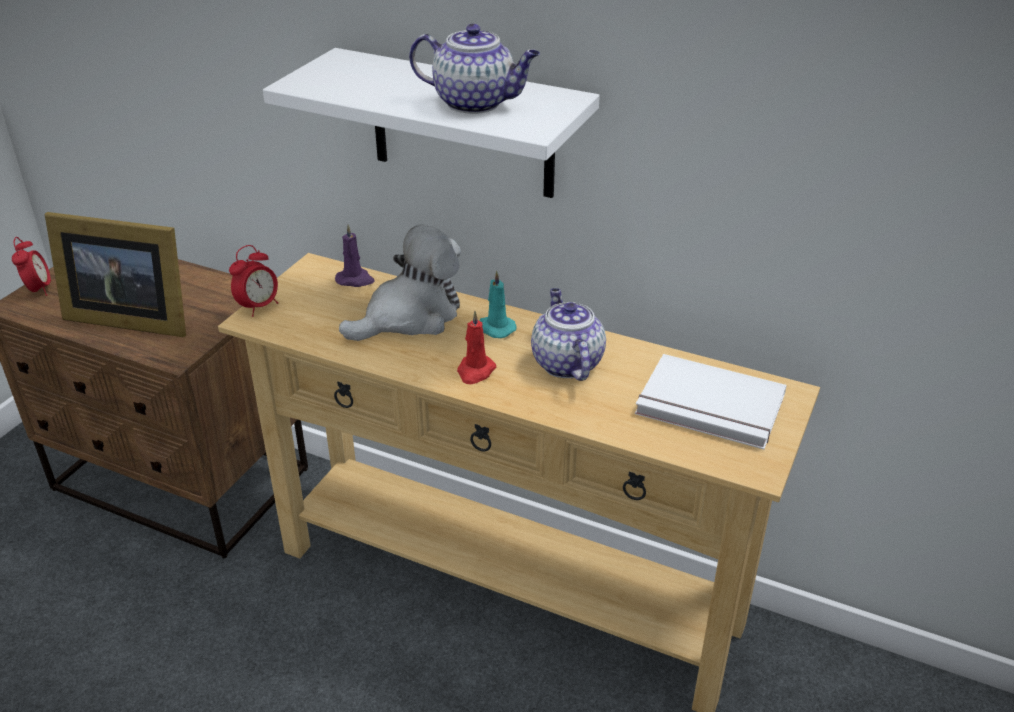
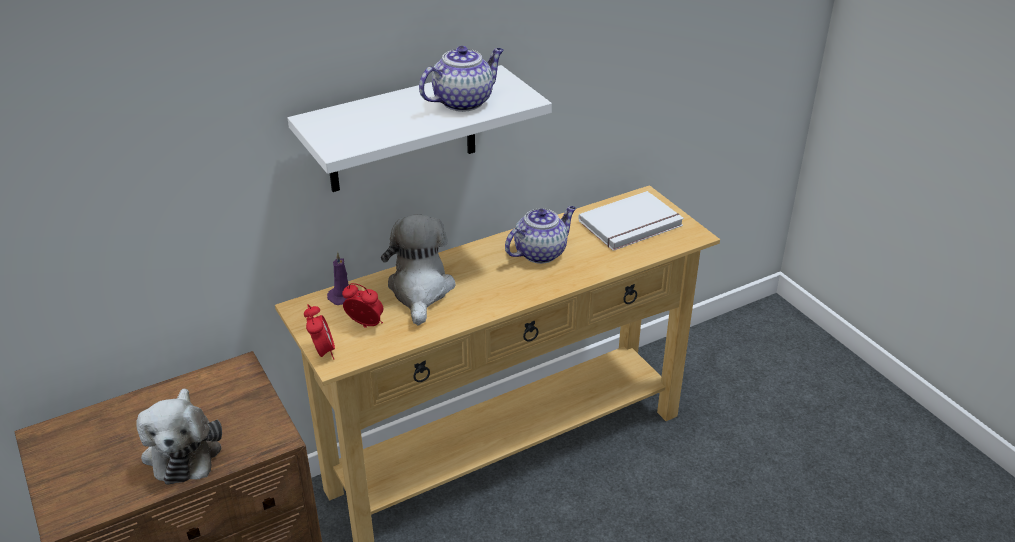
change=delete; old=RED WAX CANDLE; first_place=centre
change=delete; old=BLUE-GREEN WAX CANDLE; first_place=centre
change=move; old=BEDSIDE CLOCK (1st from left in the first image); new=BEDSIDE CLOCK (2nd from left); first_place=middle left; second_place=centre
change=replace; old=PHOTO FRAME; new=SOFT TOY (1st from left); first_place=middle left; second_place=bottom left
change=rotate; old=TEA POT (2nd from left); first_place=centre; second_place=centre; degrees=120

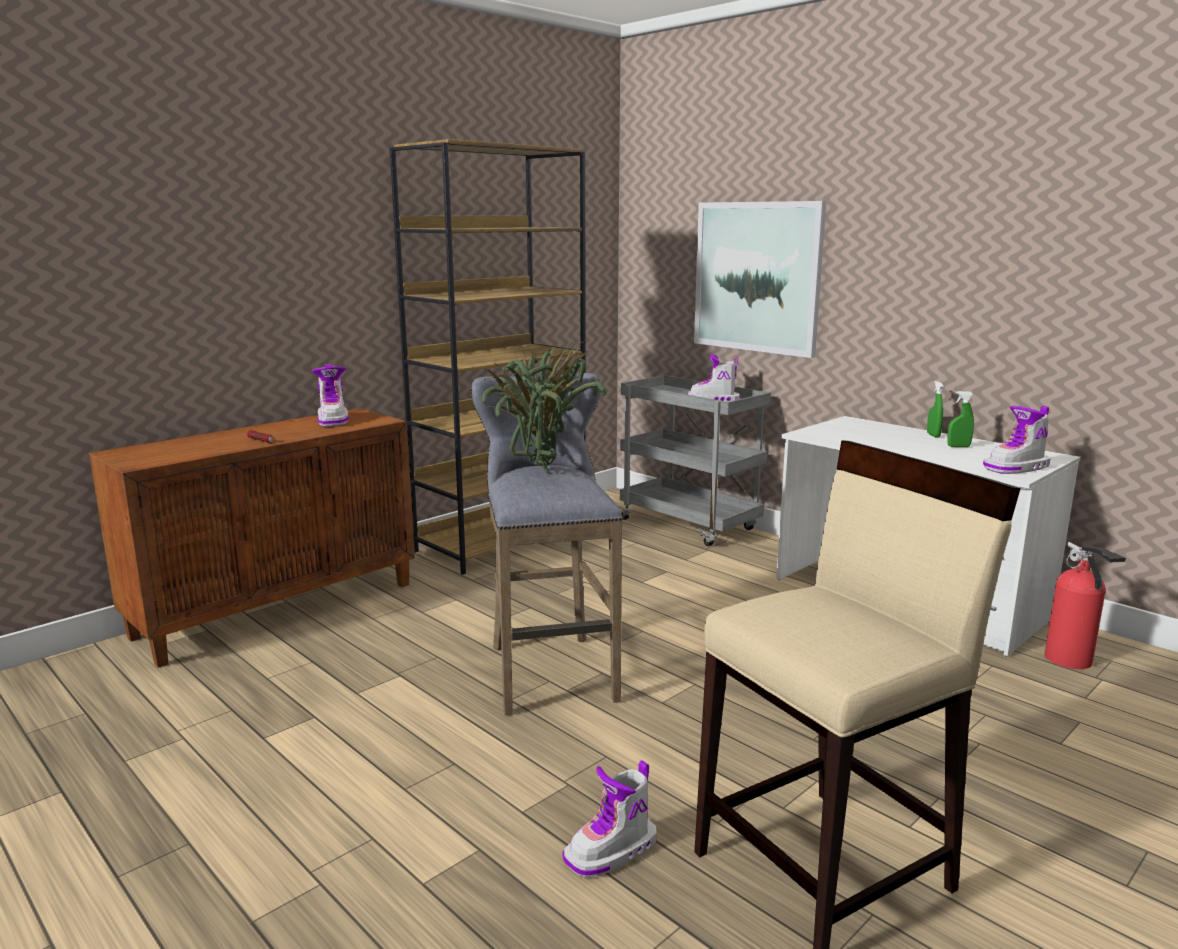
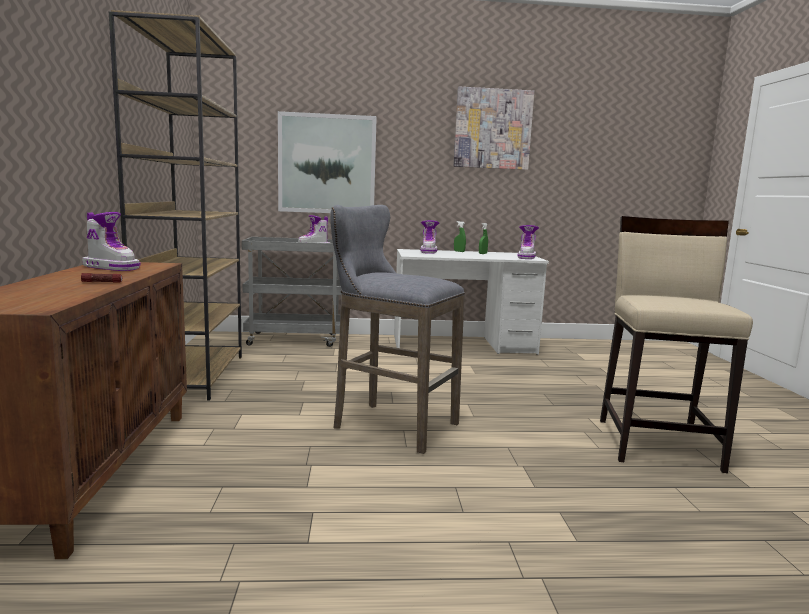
change=delete; old=PLANT IN A POT; first_place=centre
change=delete; old=FIRE EXTINGUISHER; first_place=middle right
change=insert; new=WALL PICTURE (2nd from left); second_place=top centre
change=move; old=HIGH-TOP BOOT (2nd from left in the first image); new=HIGH-TOP BOOT (3rd from left); first_place=bottom centre; second_place=centre

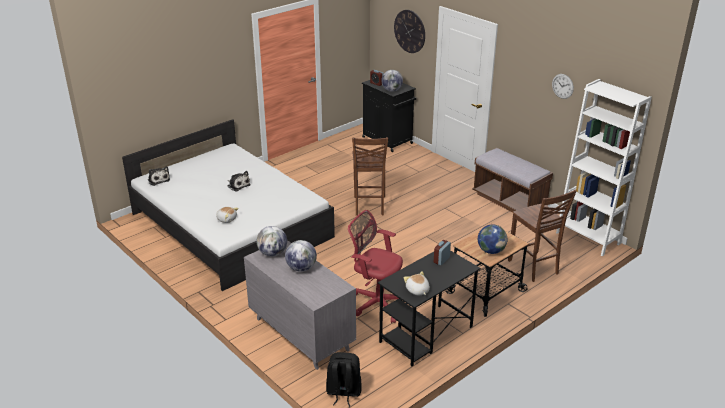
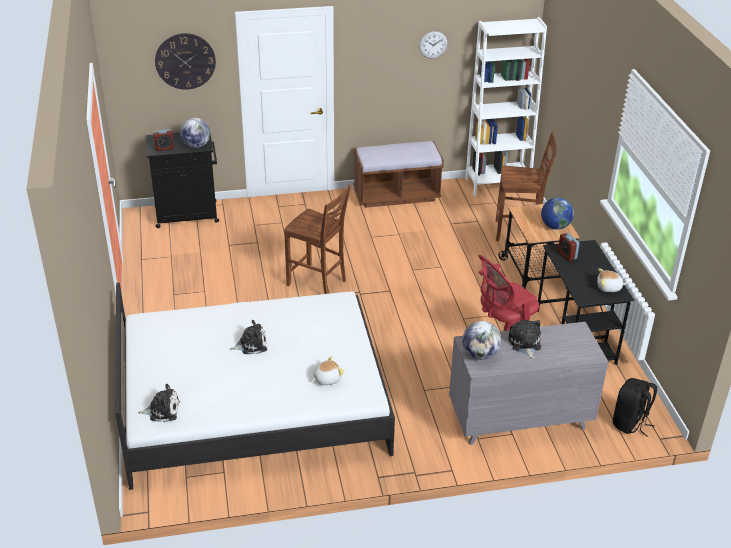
change=replace; old=WORLD GLOBE (2nd from left); new=SOFT TOY (4th from left); first_place=centre; second_place=middle right

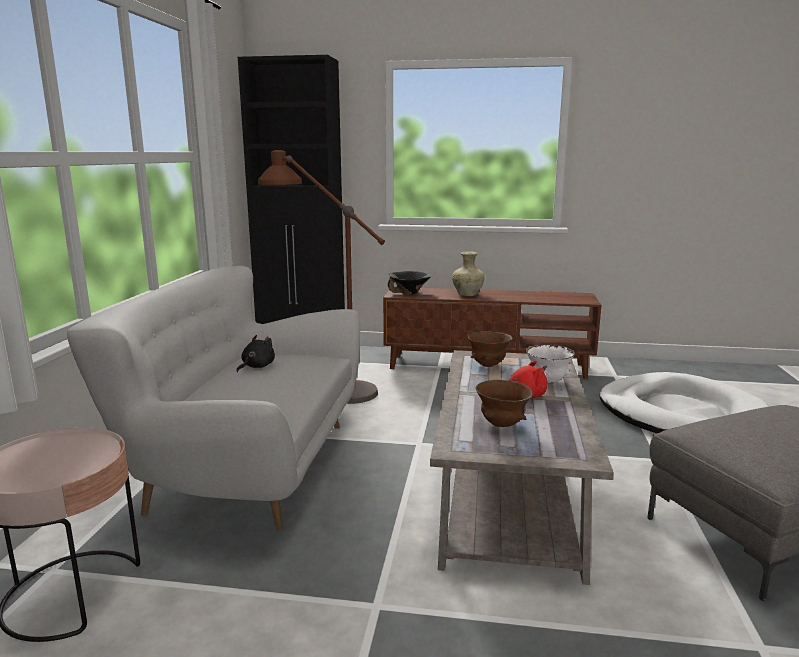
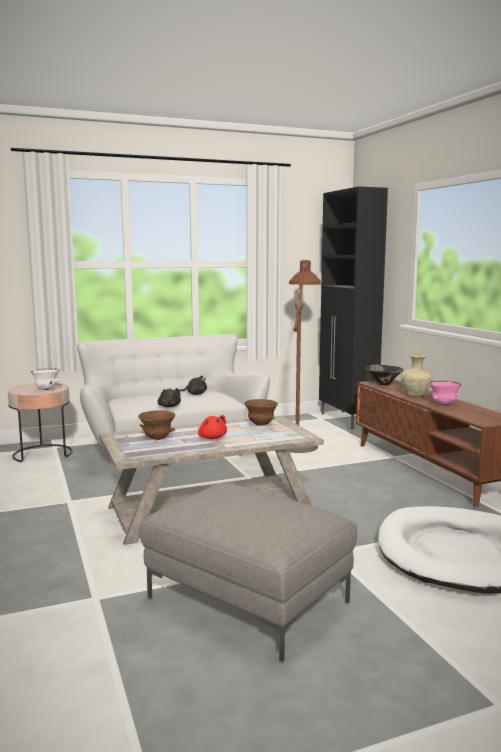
change=insert; new=BLACK SOFT TOY (1st from left); second_place=centre
change=insert; new=PINK SERVING BOWL; second_place=middle right
change=move; old=WHITE SERVING BOWL; first_place=middle right; second_place=middle left

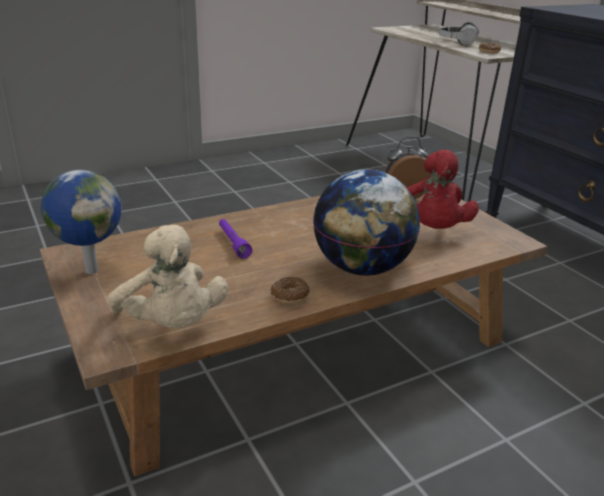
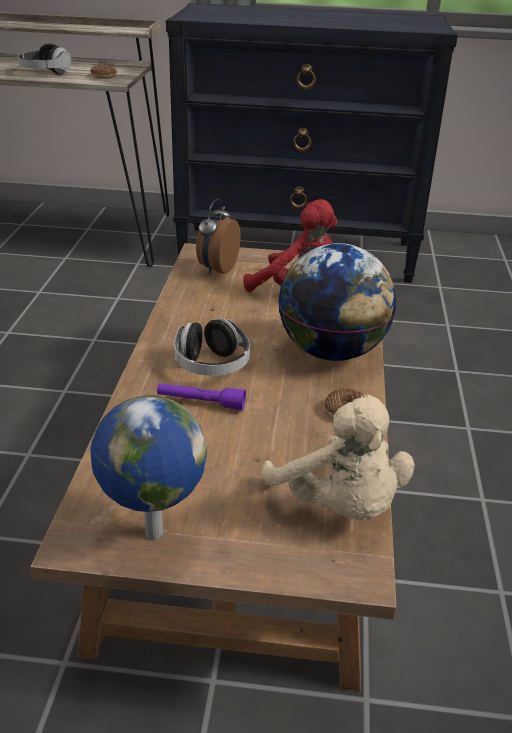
change=insert; new=HEADPHONES (2nd from left); second_place=centre
change=rotate; old=BEIGE-COLOURED SOFT TOY; first_place=middle left; second_place=centre; degrees=60

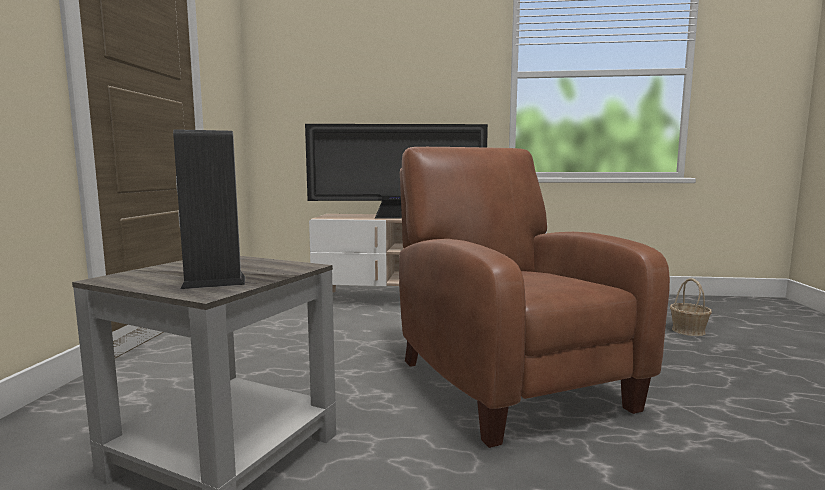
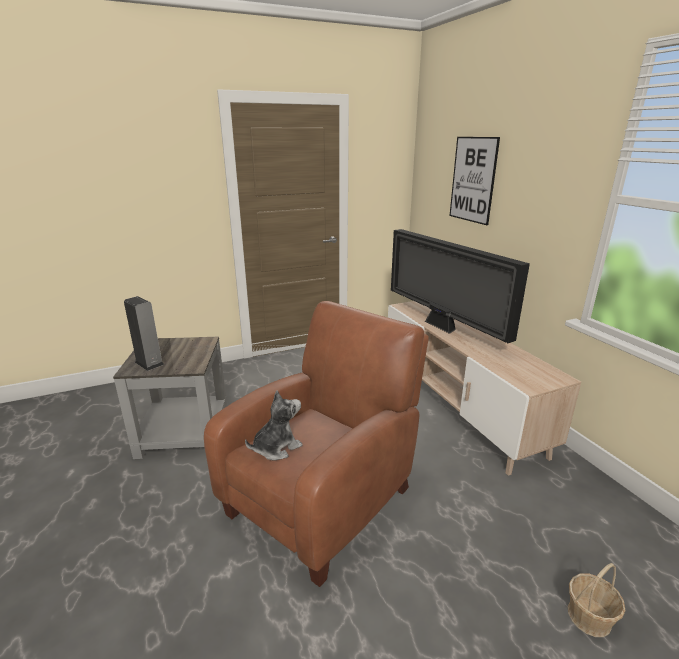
change=insert; new=SOFT TOY; second_place=centre
change=insert; new=WALL PICTURE; second_place=top right

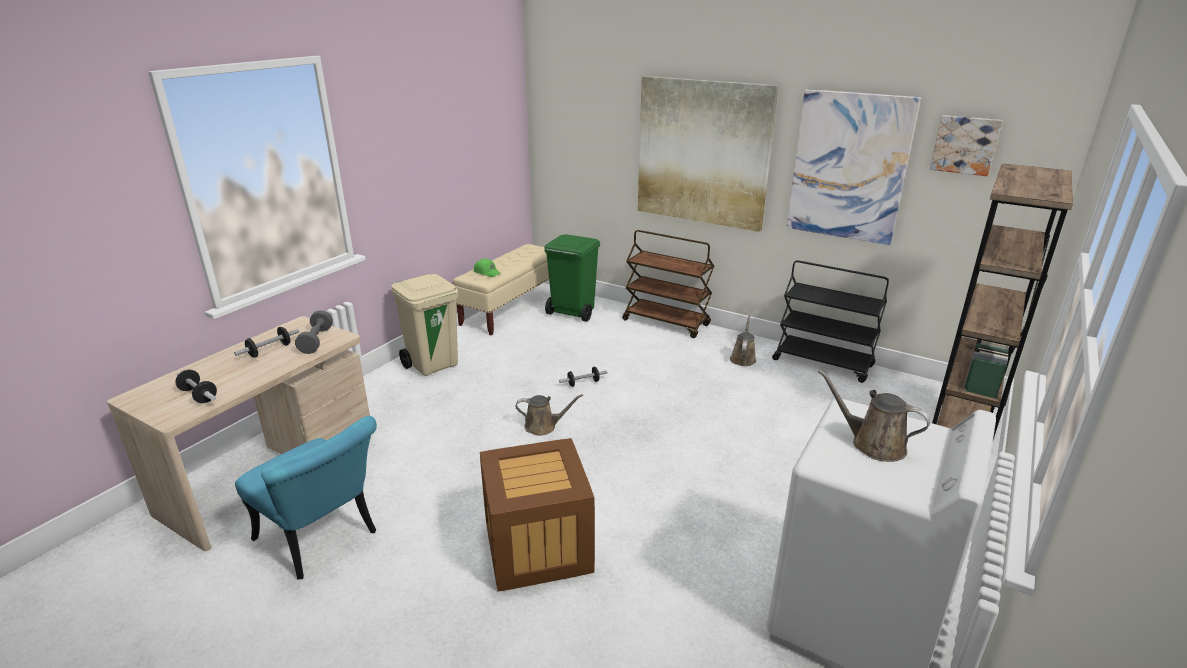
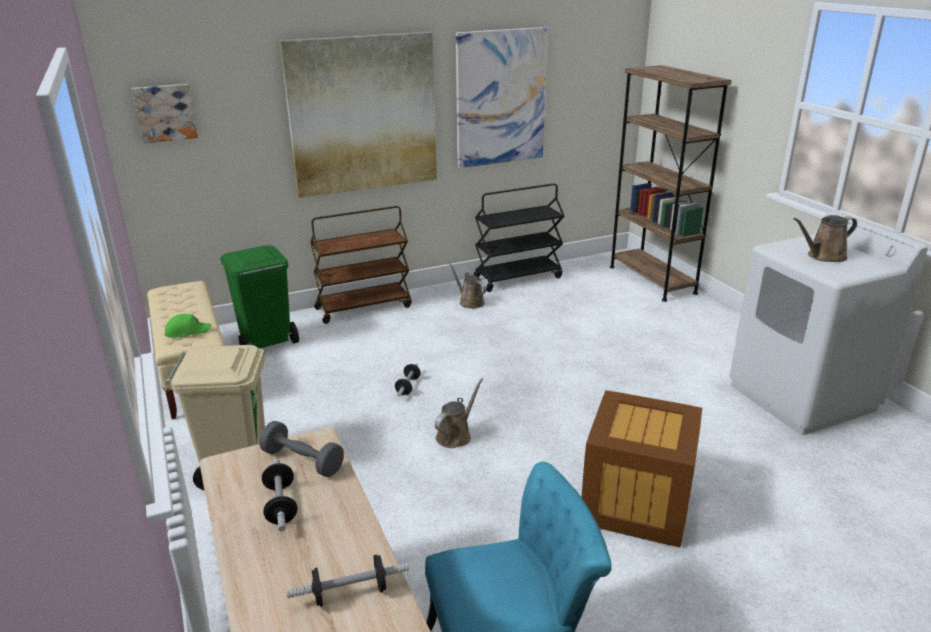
change=move; old=WALL PICTURE (3rd from left in the first image); new=WALL PICTURE (1st from left); first_place=top right; second_place=top left

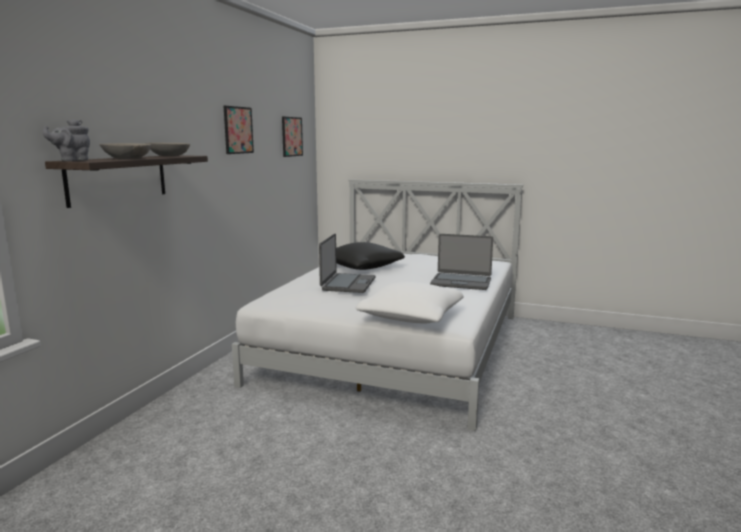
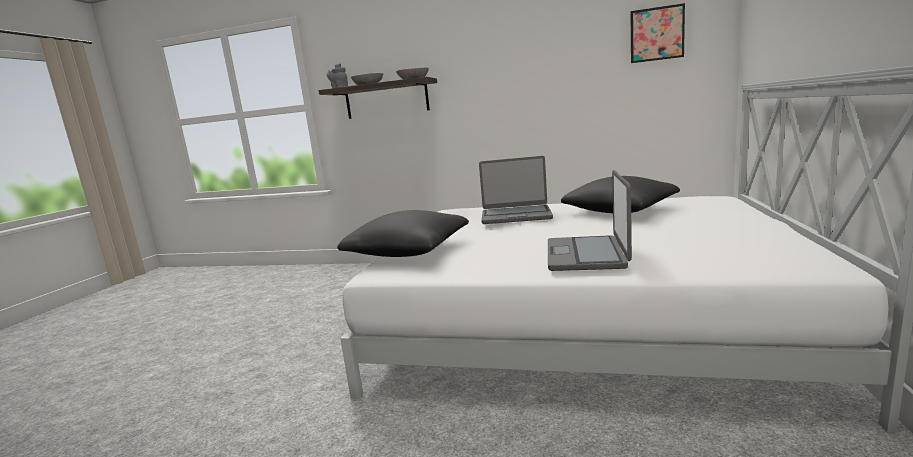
change=delete; old=WALL PICTURE (1st from left); first_place=top left
change=recolor; old=WHITE PILLOW; new=BLACK PILLOW (1st from left); first_place=centre; second_place=centre

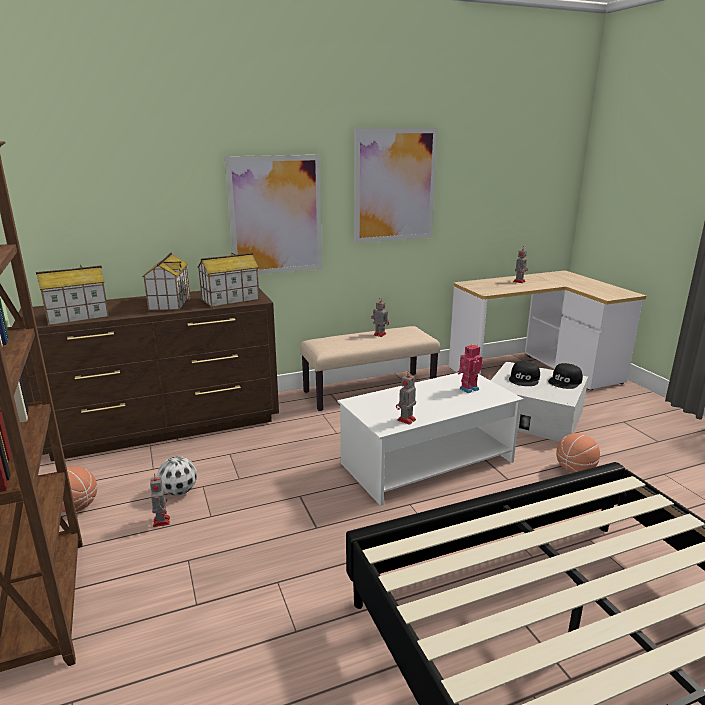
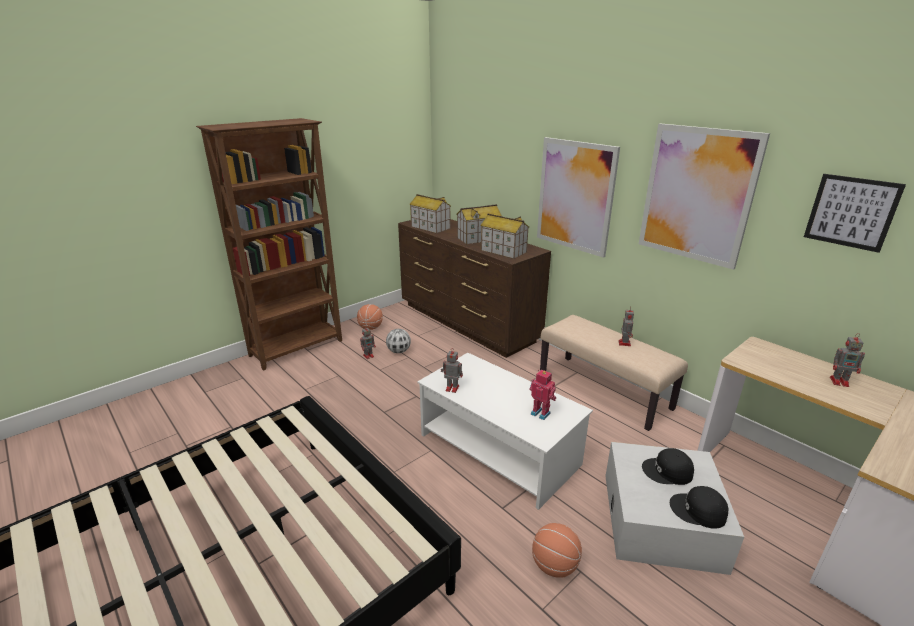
change=insert; new=WALL PICTURE (3rd from left); second_place=middle right

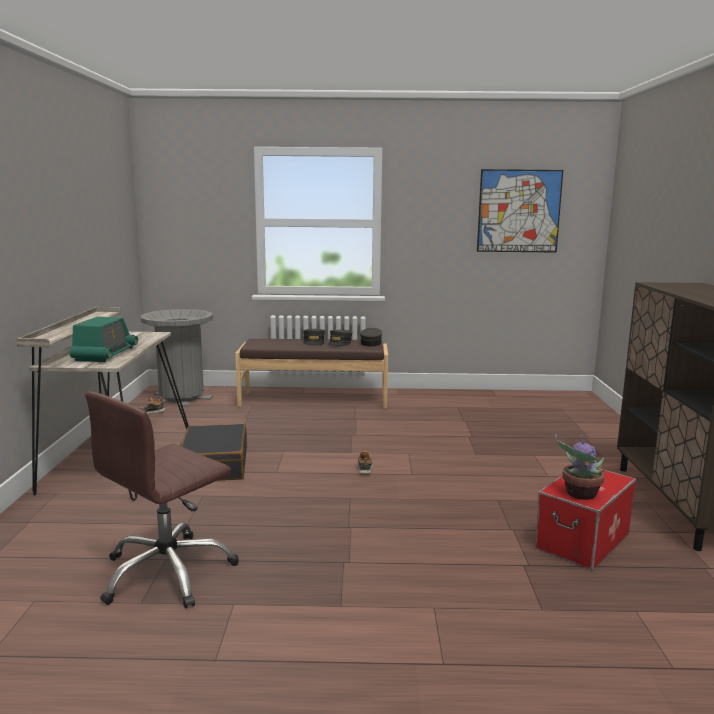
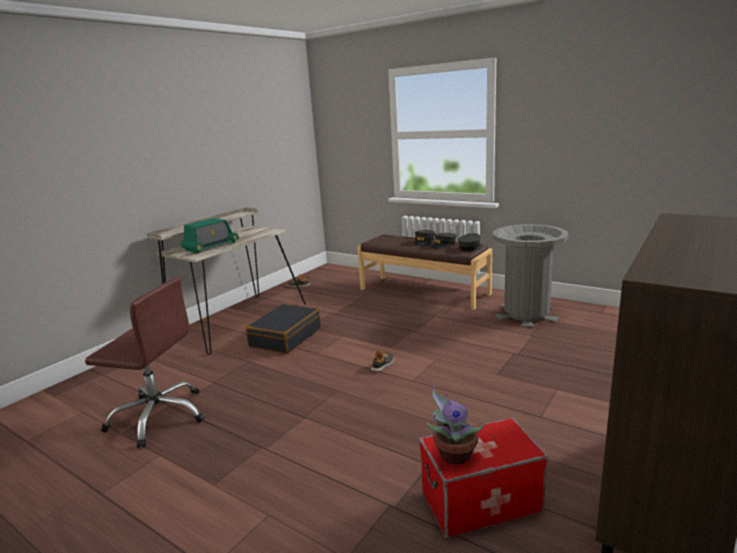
change=delete; old=WALL PICTURE; first_place=top right
change=move; old=GREY TRASH CAN; first_place=middle left; second_place=middle right
change=rotate; old=BROWN-COLOURED COMPUTER CHAIR; first_place=bottom left; second_place=middle left; degrees=-150

